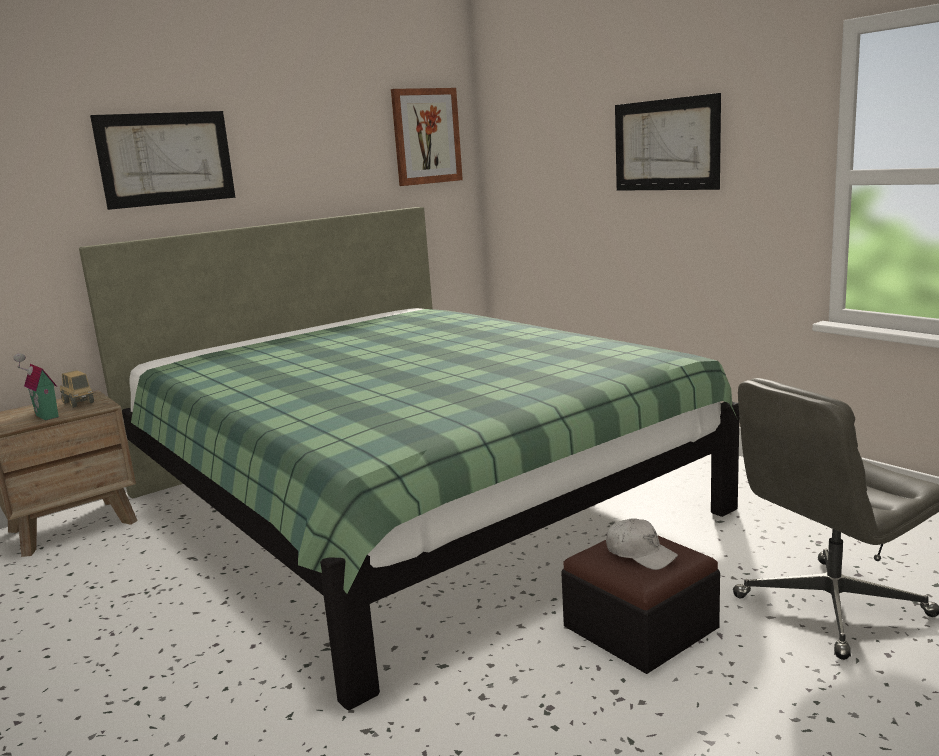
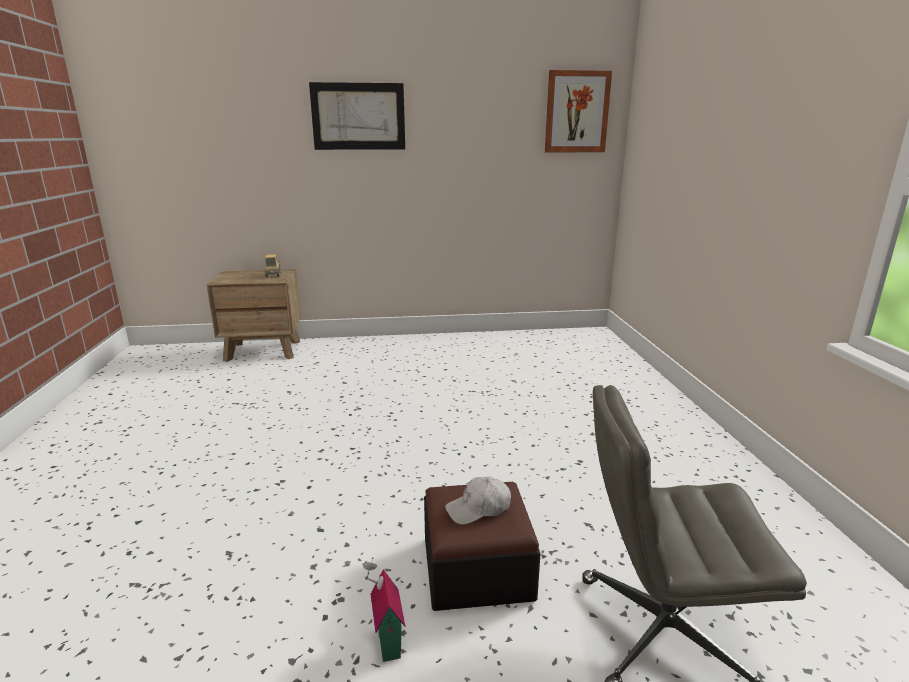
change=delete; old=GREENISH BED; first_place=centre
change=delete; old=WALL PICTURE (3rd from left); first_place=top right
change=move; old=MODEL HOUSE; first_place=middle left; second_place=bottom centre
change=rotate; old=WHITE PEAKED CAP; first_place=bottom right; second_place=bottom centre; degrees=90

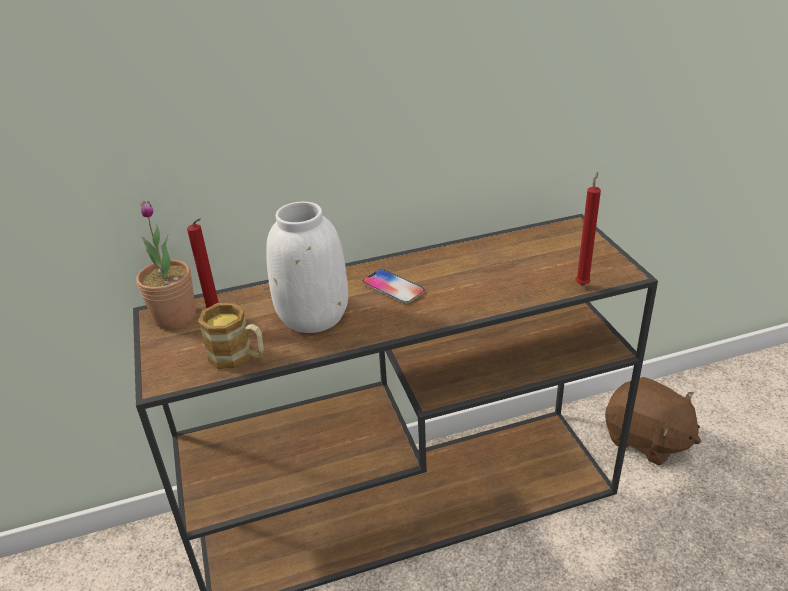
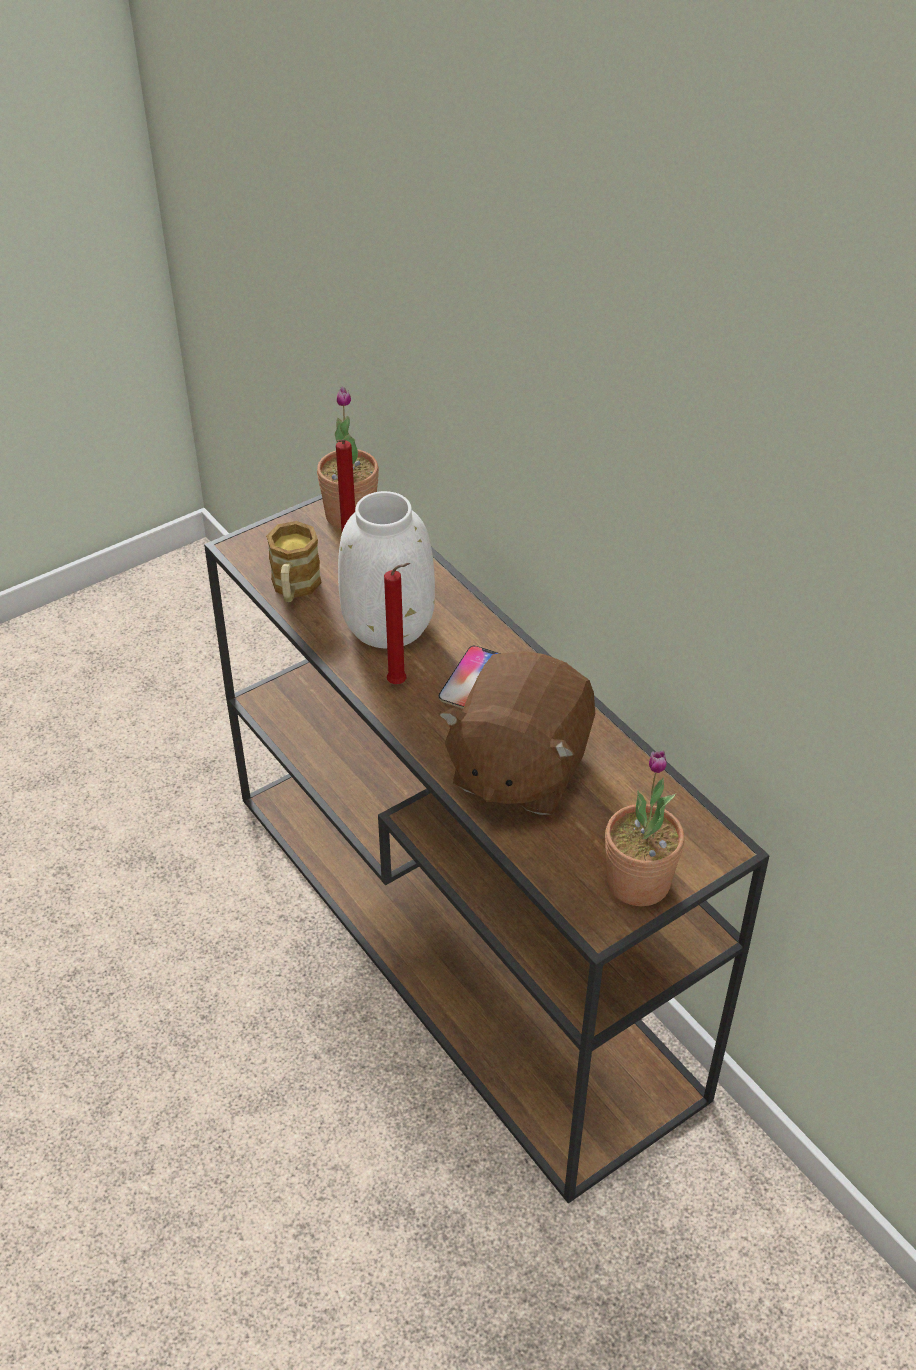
change=insert; new=PLANT IN A POT (2nd from left); second_place=middle right
change=move; old=RED WAX CANDLE (2nd from left); first_place=middle right; second_place=centre
change=move; old=BROWN-COLOURED SOFT TOY; first_place=bottom right; second_place=centre

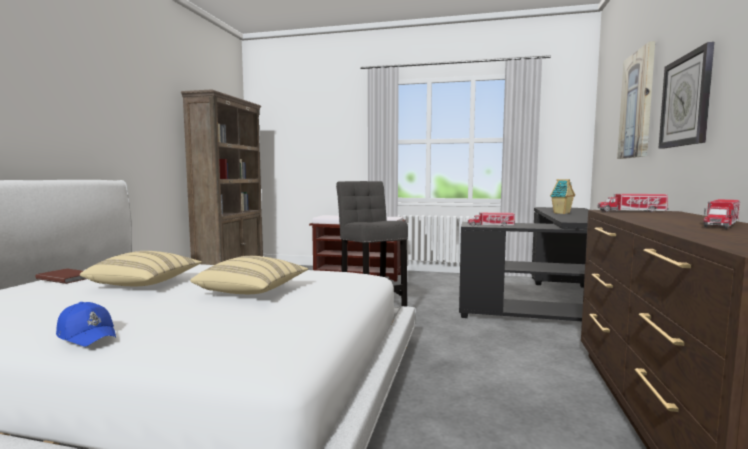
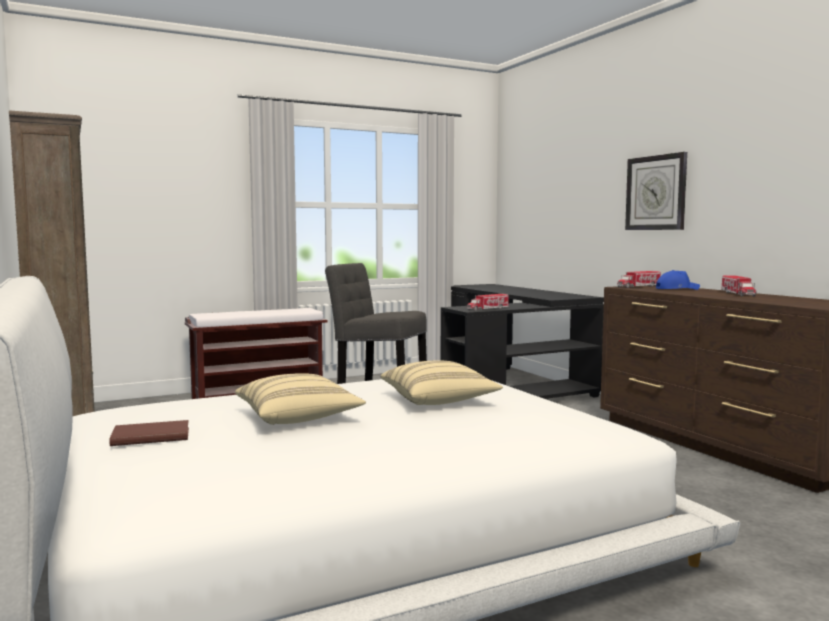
change=delete; old=MODEL HOUSE; first_place=middle right
change=delete; old=WALL PICTURE; first_place=top right
change=move; old=BLUE PEAKED CAP; first_place=bottom left; second_place=middle right

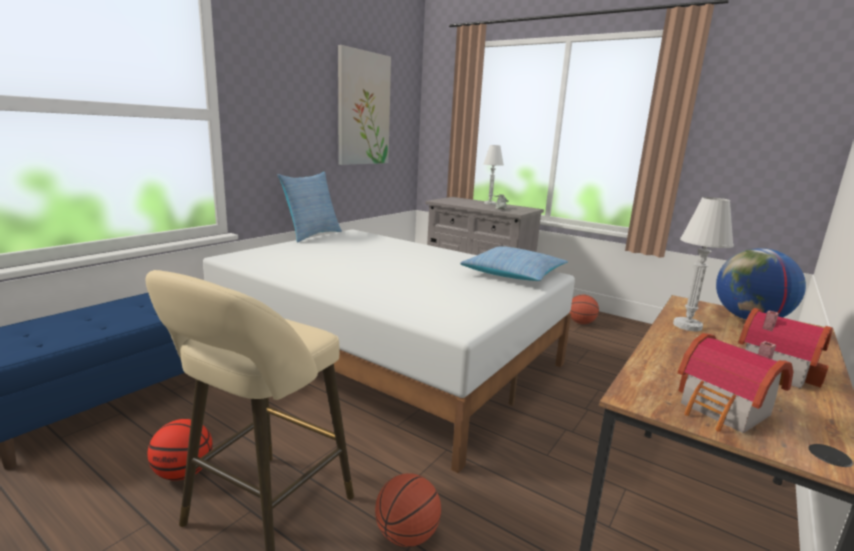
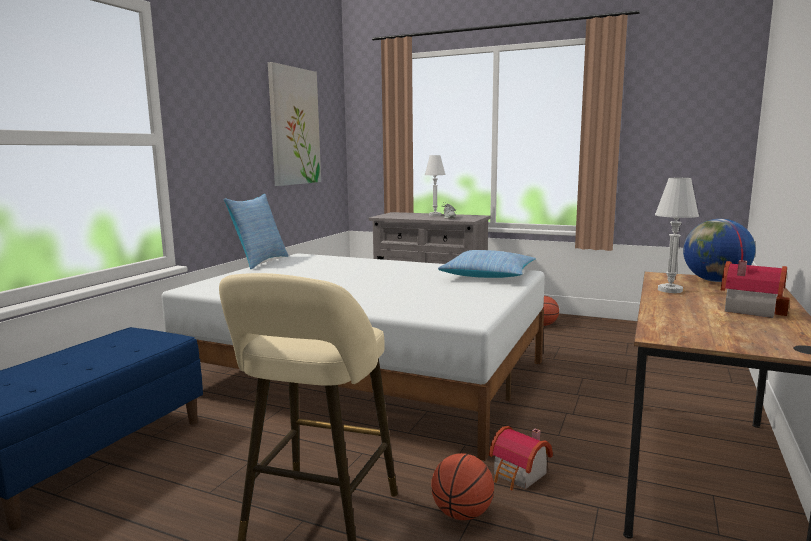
change=delete; old=BASKETBALL BALL (1st from left); first_place=bottom left
change=move; old=MODEL HOUSE (1st from left); first_place=bottom right; second_place=bottom centre

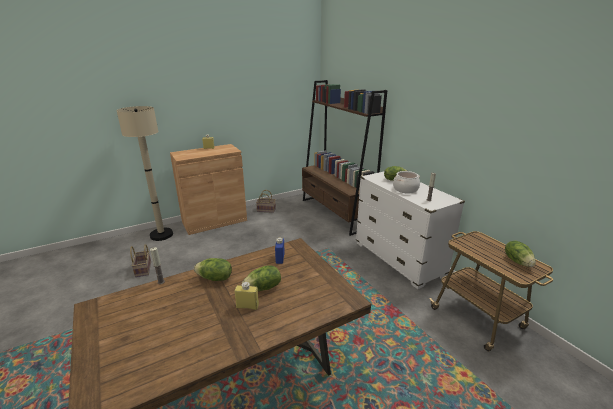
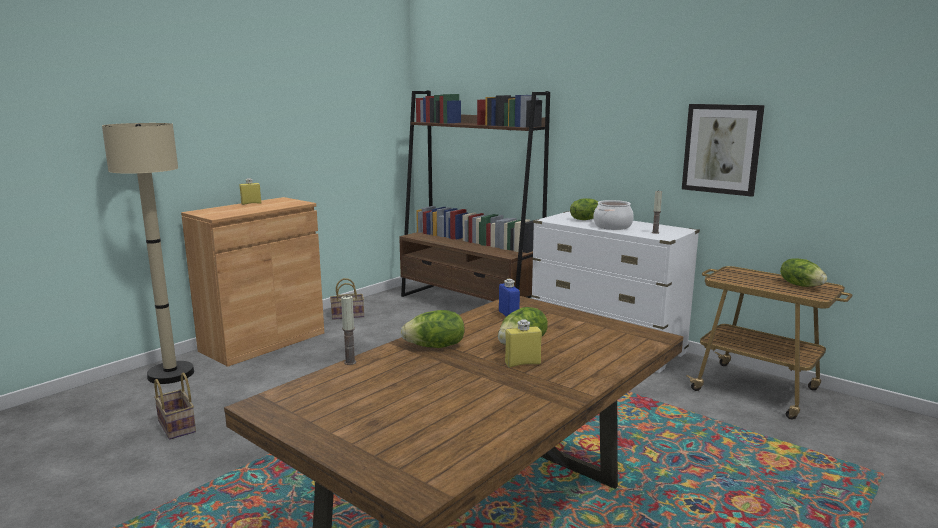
change=insert; new=WALL PICTURE; second_place=top right

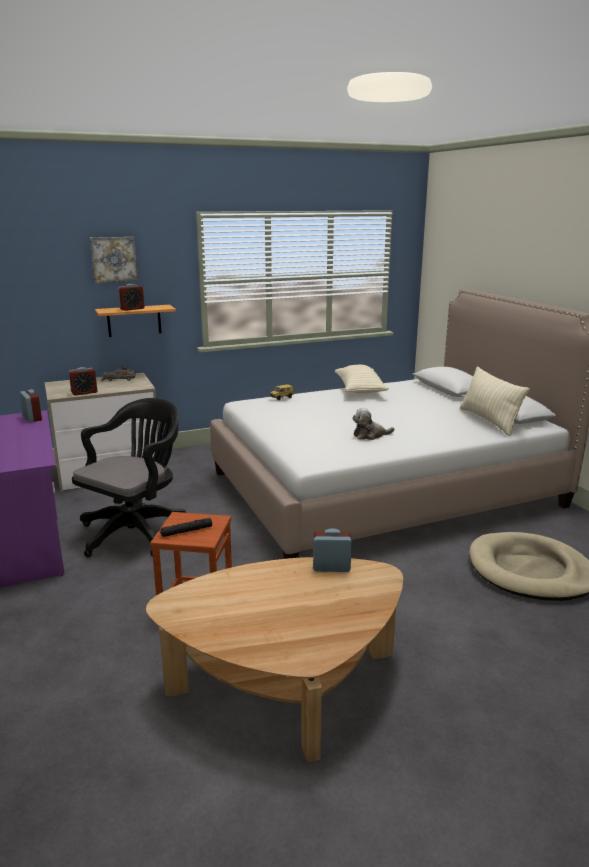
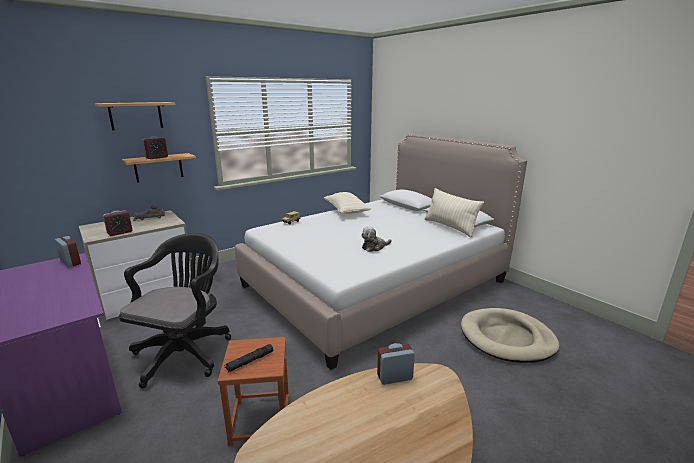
change=replace; old=WALL PICTURE; new=BRACKET SHELF (1st from left); first_place=top left; second_place=top left

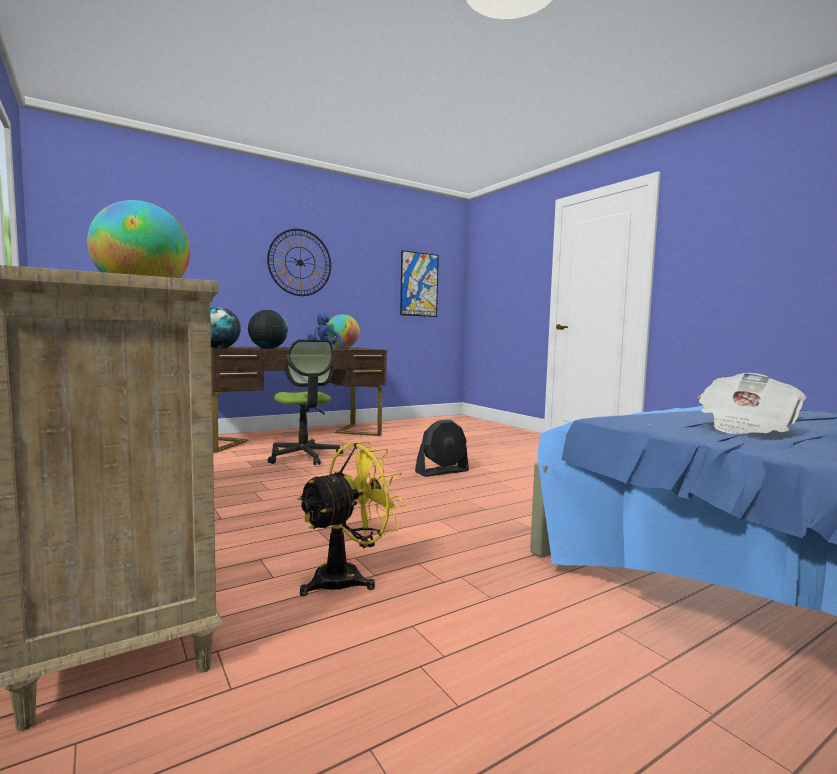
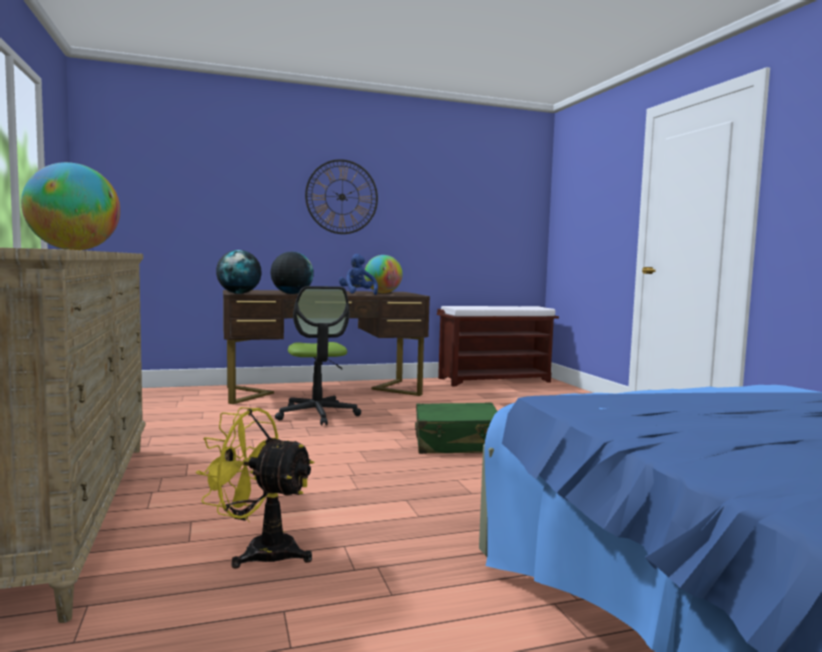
change=delete; old=WALL PICTURE; first_place=centre
change=delete; old=NEWSPAPER; first_place=middle right
change=insert; new=BROWN-COLOURED BENCH; second_place=centre
change=replace; old=BLACK ELECTRIC FAN; new=GREENISH SUITCASE; first_place=centre; second_place=centre
change=rotate; old=YELLOWISH ELECTRIC FAN; first_place=bottom centre; second_place=bottom left; degrees=-135

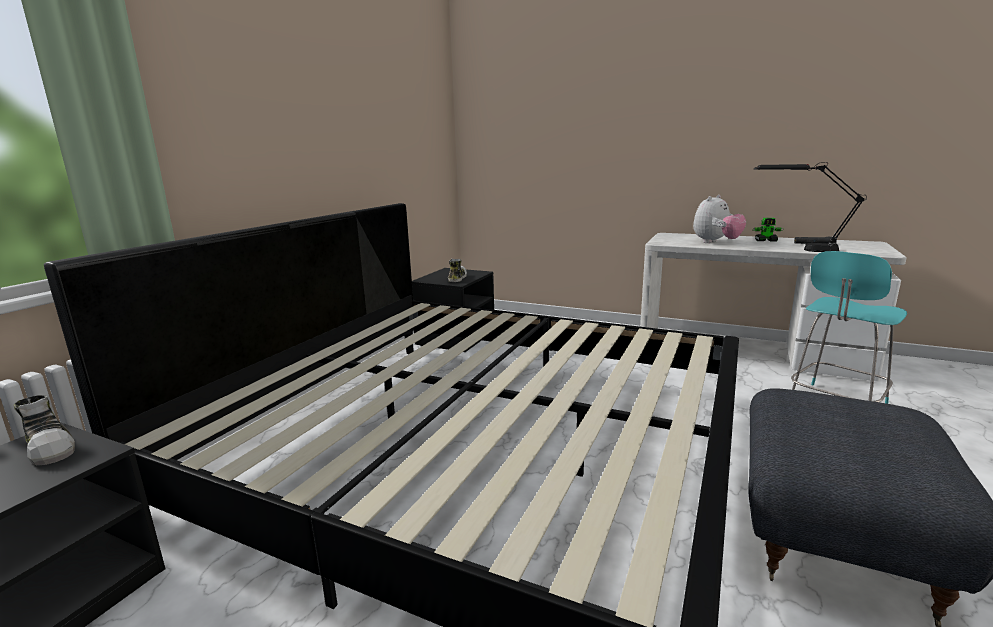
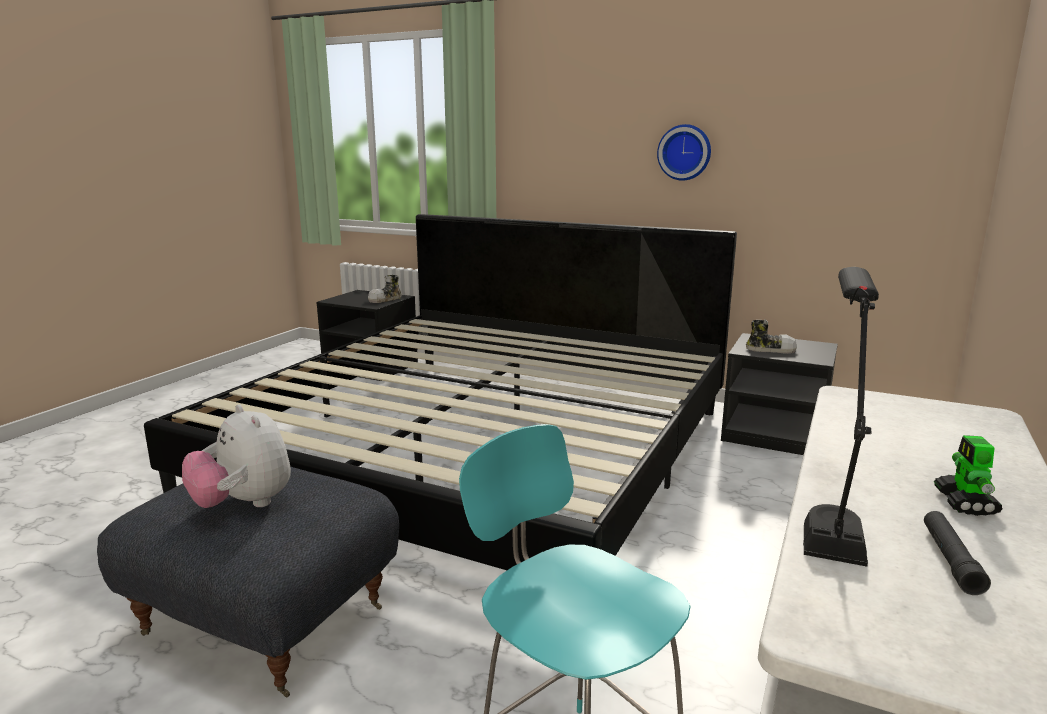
change=insert; new=WALL CLOCK; second_place=top centre
change=move; old=SOFT TOY; first_place=middle right; second_place=middle left

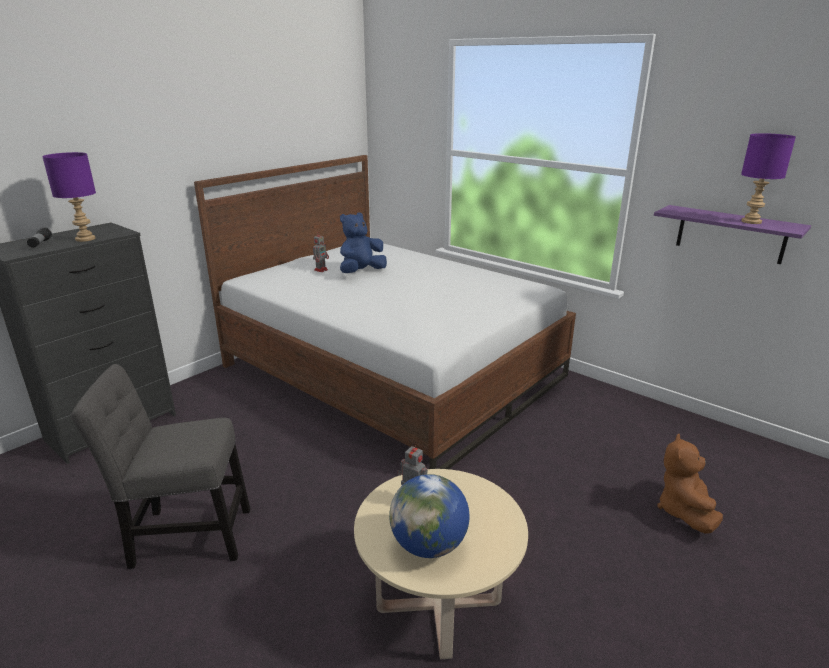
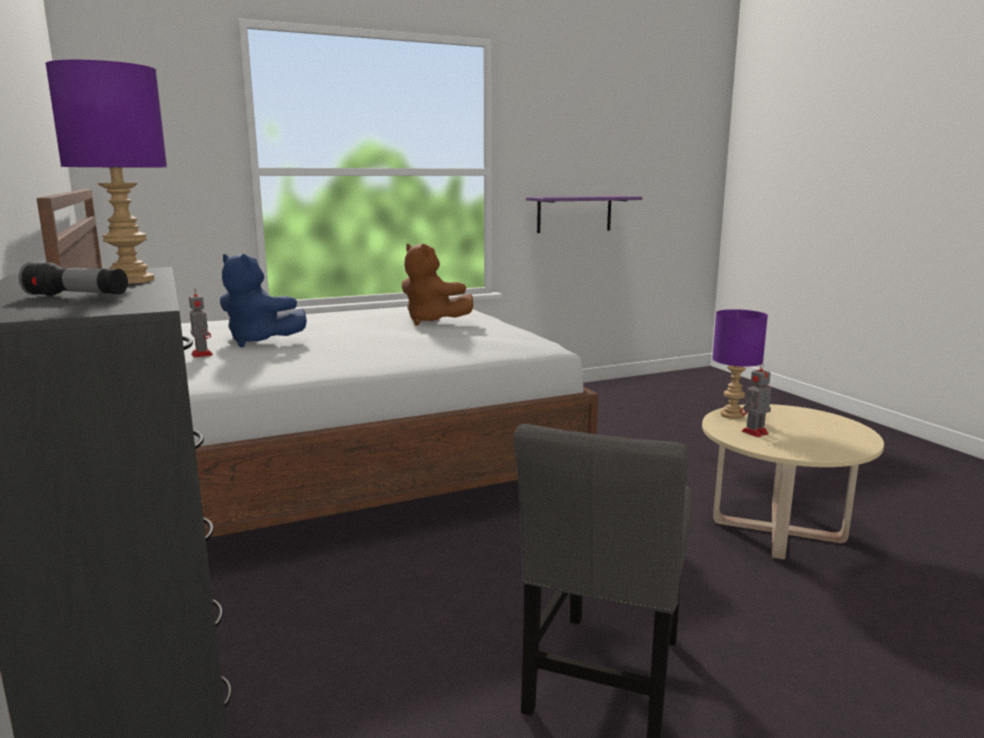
change=delete; old=WORLD GLOBE; first_place=bottom centre
change=move; old=BROWN-COLOURED SOFT TOY; first_place=bottom right; second_place=centre
change=move; old=PURPLE TABLETOP LAMP (2nd from left); first_place=top right; second_place=middle right
change=rotate; old=BLUE SOFT TOY; first_place=centre; second_place=middle left; degrees=-45

